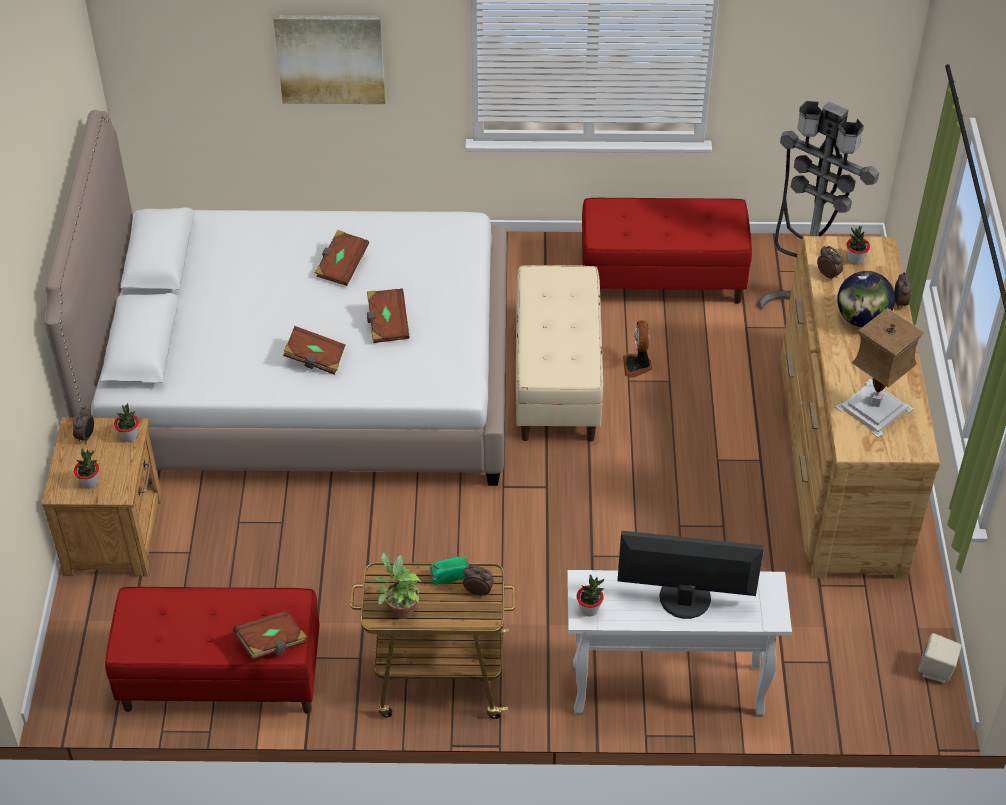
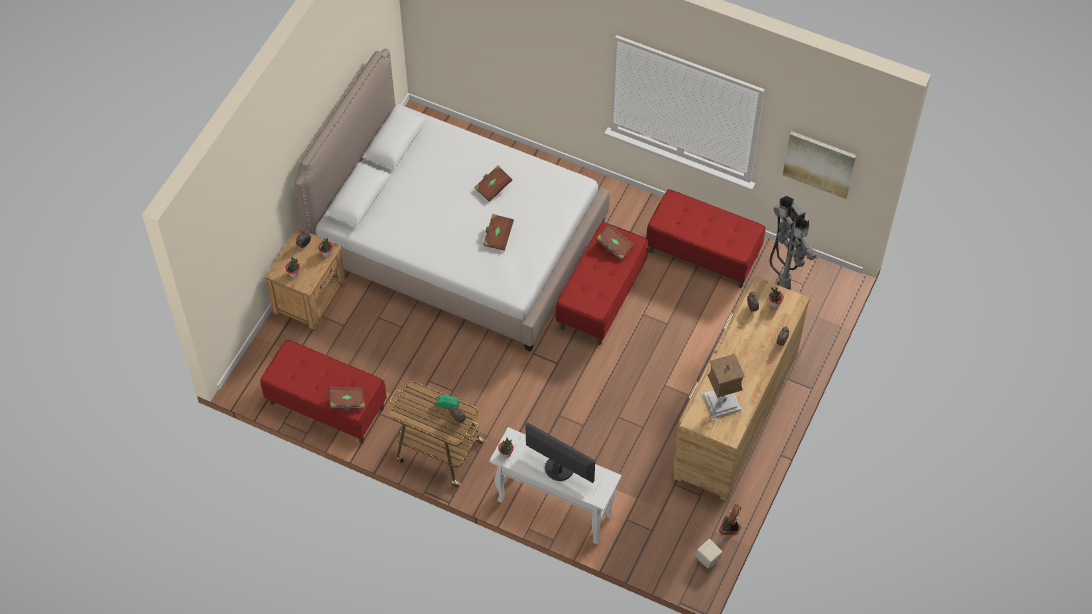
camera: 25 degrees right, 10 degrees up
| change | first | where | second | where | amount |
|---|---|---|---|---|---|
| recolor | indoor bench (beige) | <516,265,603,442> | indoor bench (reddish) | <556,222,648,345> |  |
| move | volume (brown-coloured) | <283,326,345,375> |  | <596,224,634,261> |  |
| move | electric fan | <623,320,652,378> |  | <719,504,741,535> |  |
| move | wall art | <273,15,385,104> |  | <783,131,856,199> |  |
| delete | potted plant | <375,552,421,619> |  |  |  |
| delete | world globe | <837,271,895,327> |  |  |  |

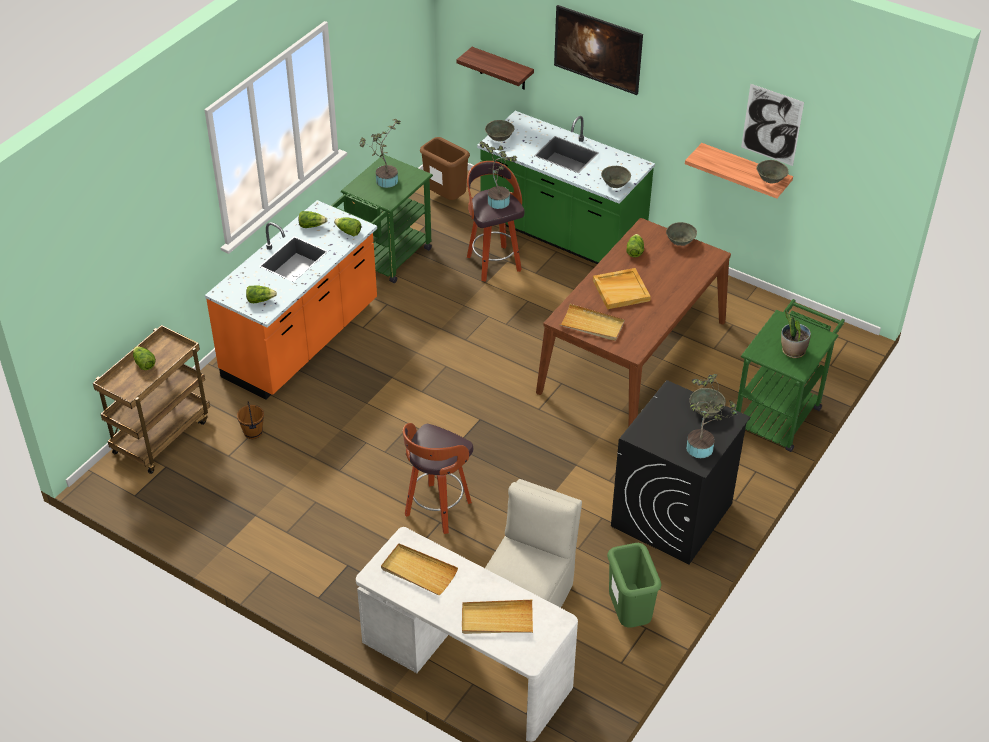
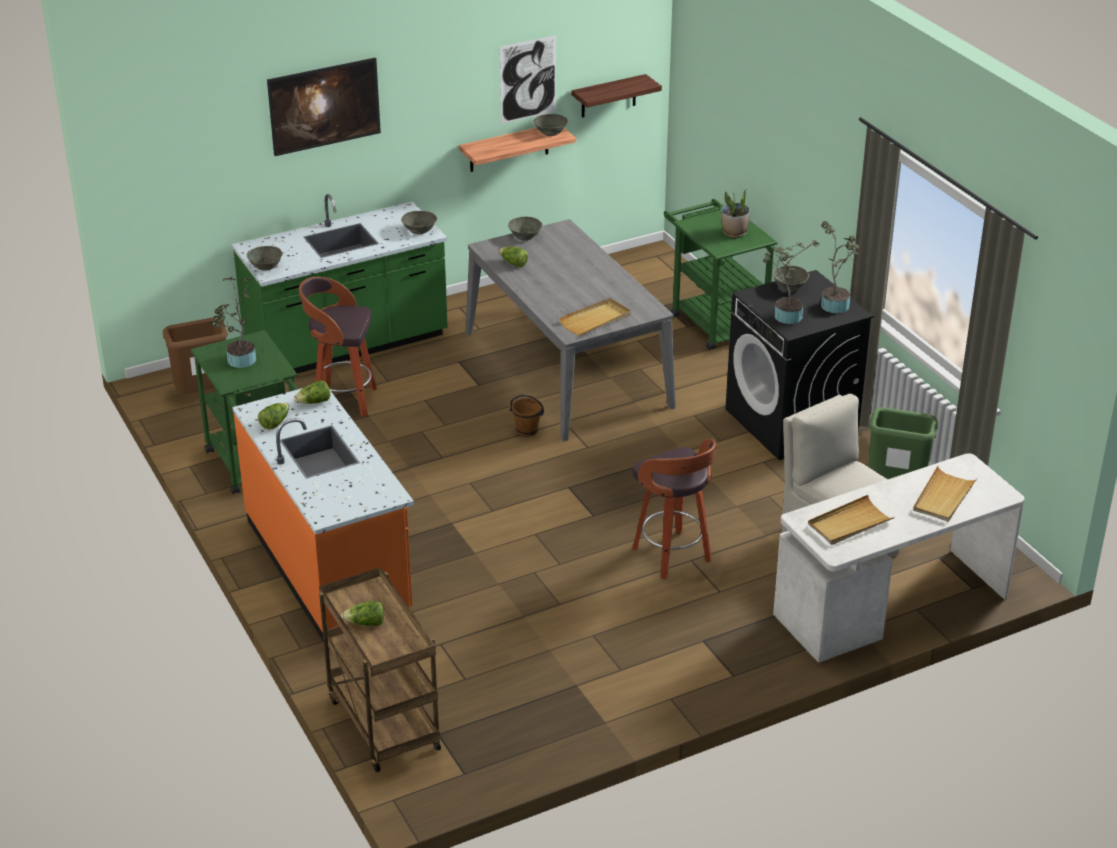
camera: 60 degrees left, 10 degrees down
| change | first | where | second | where | amount |
|---|---|---|---|---|---|
| recolor | dining table (brown-coloured) | <536,218,731,426> | dining table (grey) | <465,219,676,441> |  |
| move | water bucket (brown-coloured) | <237,401,264,439> |  | <510,395,544,437> |  |
| move | bracket shelf | <456,47,534,89> |  | <571,74,662,118> |  |
| move | potted plant | <480,141,518,209> |  | <763,240,820,324> |  |
| delete | lettuce head | <246,285,277,303> |  |  |  |
| delete | serving tray (beige) | <593,268,651,309> |  |  |  |

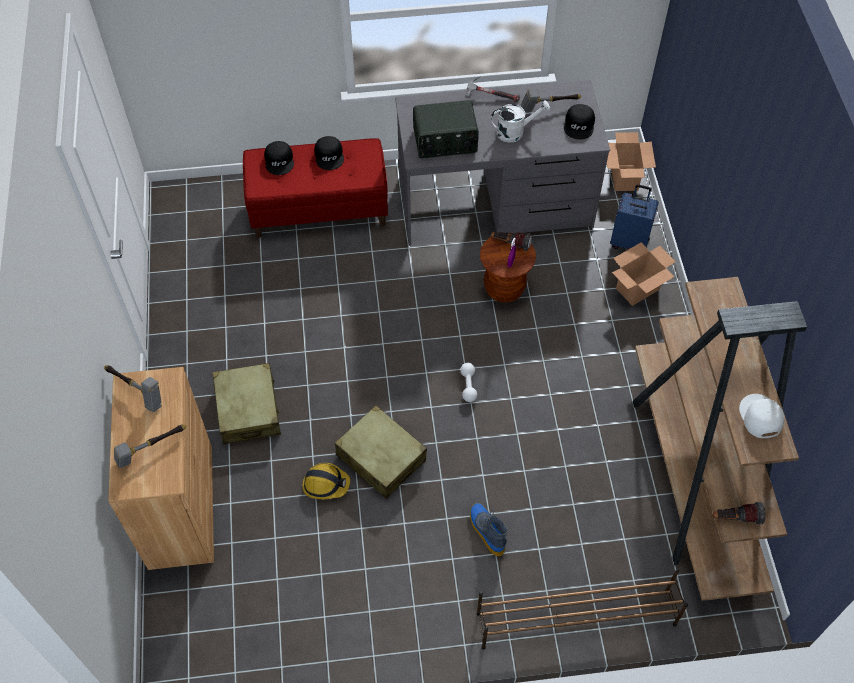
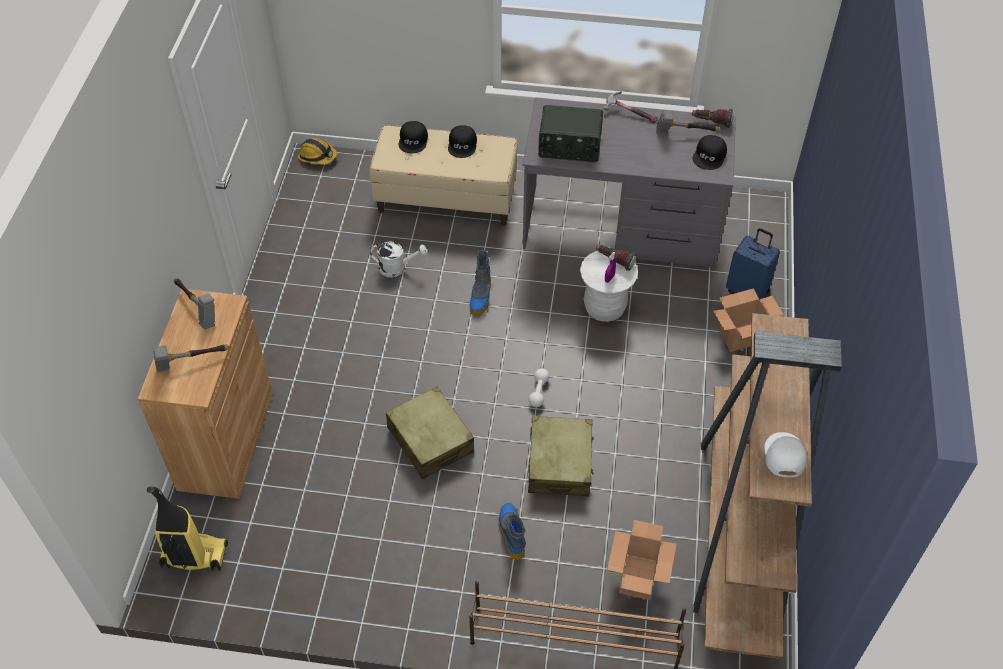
camera: 15 degrees right, 5 degrees down
| change | first | where | second | where | amount |
|---|---|---|---|---|---|
| insert |  |  | hoover | <147,487,228,571> |  |
| move | hard hat | <302,463,350,500> |  | <298,138,337,164> |  |
| recolor | indoor bench (reddish) | <243,138,388,238> | indoor bench (beige) | <369,125,518,226> |  |
| move | watering can (whitish) | <491,100,550,143> |  | <370,241,427,277> |  |
| insert |  |  | high-top boot | <470,250,491,315> |  |
| move | suitcase (beige) | <212,363,281,444> |  | <528,416,594,497> |  |
| recolor | sitting stool (brown-coloured) | <480,233,536,303> | sitting stool (whitish) | <580,251,638,322> |  |
| move | cardboard box | <607,132,656,191> |  | <607,520,676,600> |  |
| move | torch | <713,502,765,525> |  | <692,109,733,128> |  |

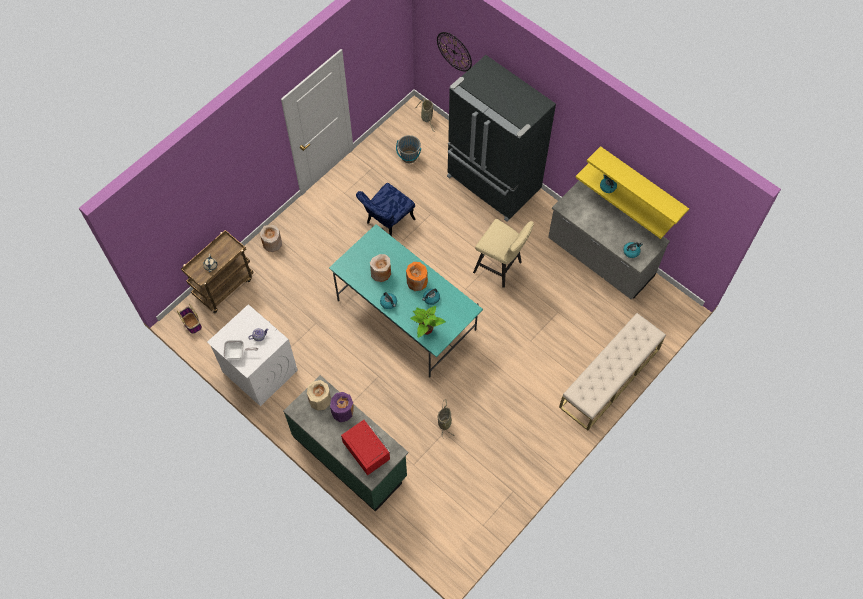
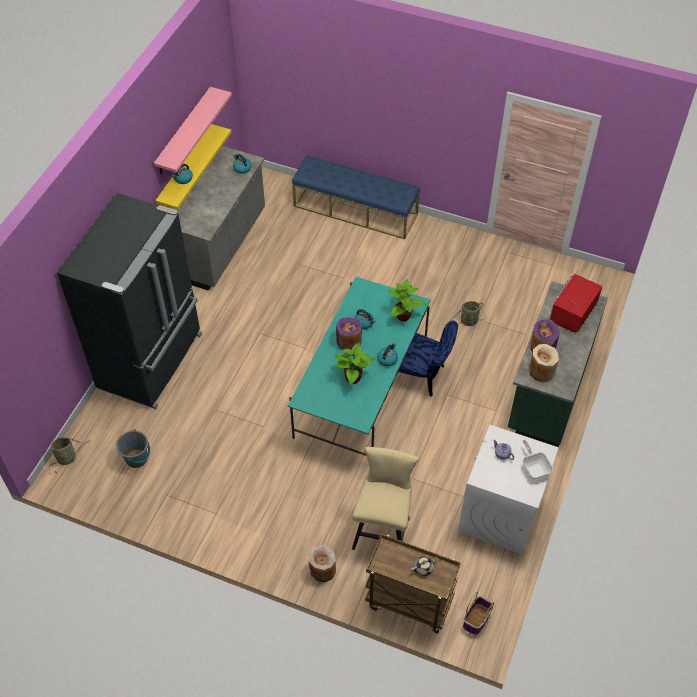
camera: 110 degrees left, 10 degrees down
| change | first | where | second | where | amount |
|---|---|---|---|---|---|
| recolor | bracket shelf (yellow-coloured) | <587,146,689,224> | bracket shelf (pink-coloured) | <154,87,232,174> |  |
| recolor | indoor bench (beige) | <559,313,666,431> | indoor bench (bluish) | <292,155,420,239> |  |
| replace | decorative vase (beige) | <370,254,391,282> | potted plant | <334,343,375,385> |  |
| recolor | decorative vase (orangey) | <406,262,428,291> | decorative vase (purple) | <336,317,362,350> |  |
| move | sitting stool (beige) | <473,219,534,288> |  | <352,447,419,550> |  |
| move | chair (bluish) | <356,183,416,236> |  | <398,321,458,396> |  |
| delete | wall clock | <437,32,472,71> |  |  |  |

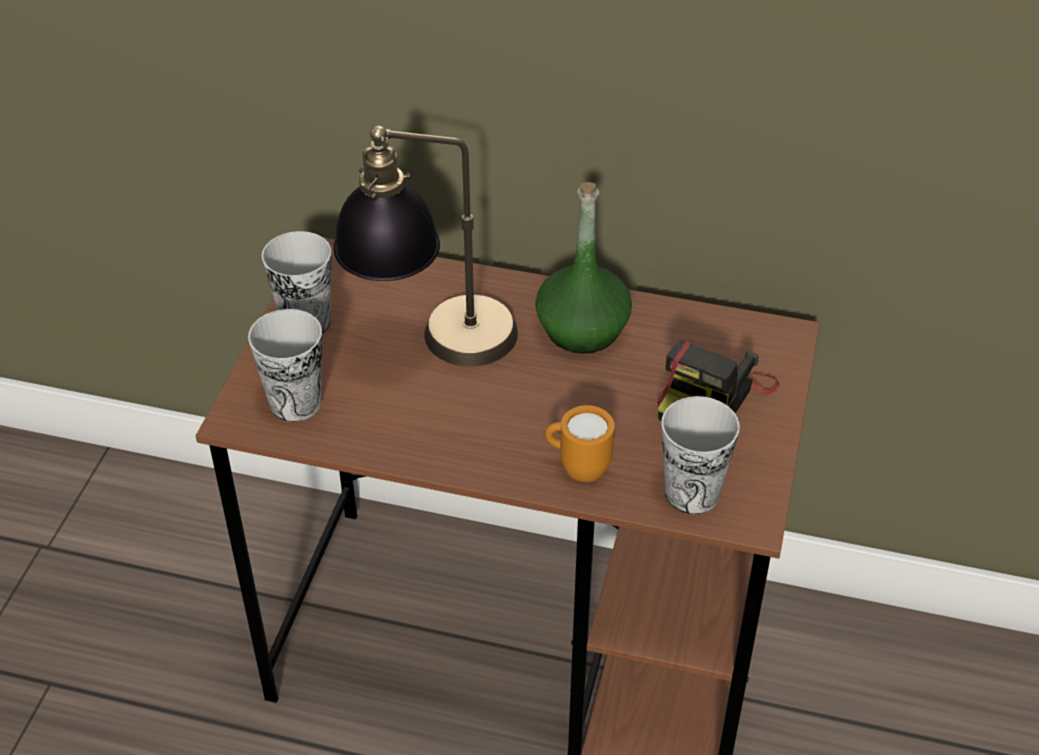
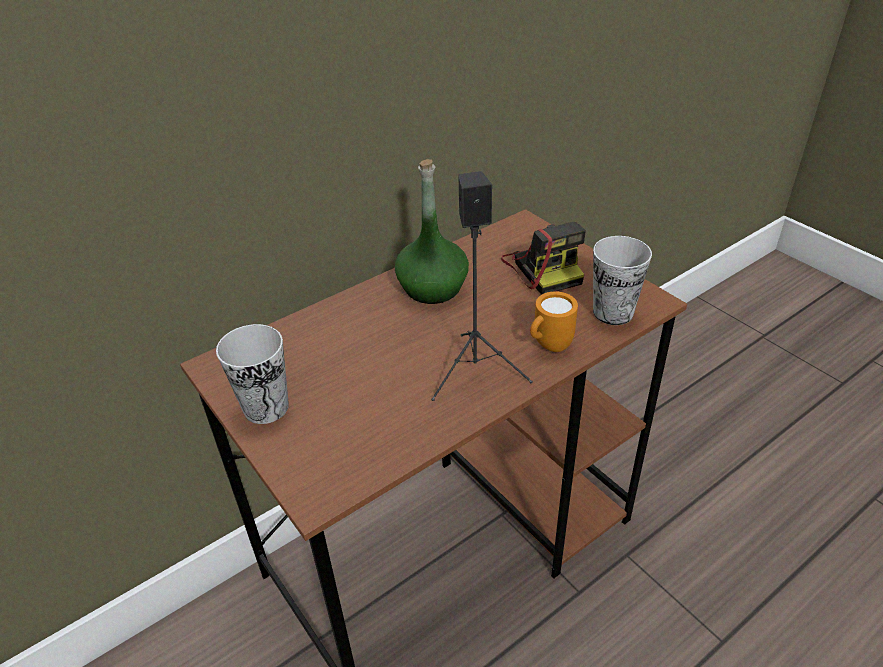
camera: 50 degrees left, 5 degrees down
| change | first | where | second | where | amount |
|---|---|---|---|---|---|
| insert |  |  | loudspeaker (black) | <431,171,533,401> |  |
| delete | small cup | <248,309,322,422> |  |  |  |
| delete | table lamp | <333,126,518,366> |  |  |  |

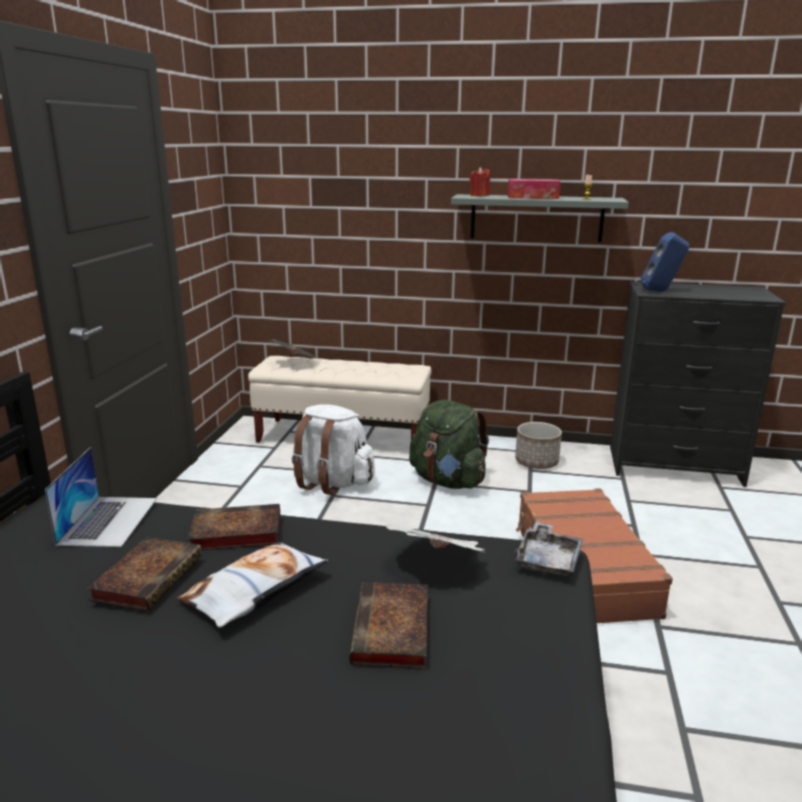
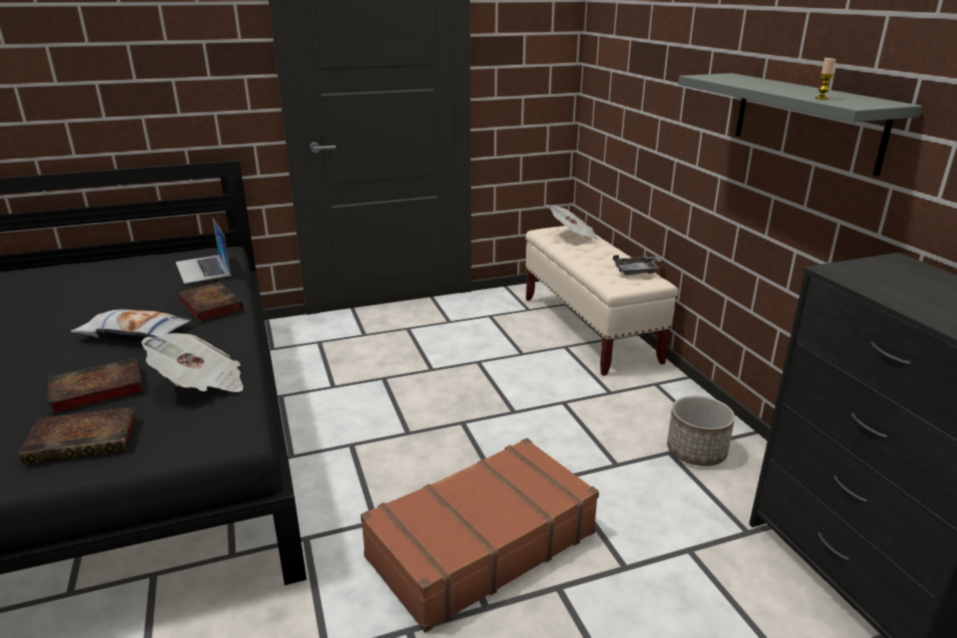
camera: 60 degrees right, 5 degrees up
| change | first | where | second | where | amount |
|---|---|---|---|---|---|
| move | volume | <87,537,202,611> |  | <19,406,138,465> |  |
| rotate | portable computer | <45,447,157,547> |  | <176,219,231,284> | 90 degrees clockwise |
| move | serving tray (grey) | <514,522,583,576> |  | <613,255,661,275> |  |
| delete | rucksack (whitish) | <292,404,375,495> |  |  |  |
| delete | rucksack (green-coloured) | <409,400,489,489> |  |  |  |
| delete | wax light (reddish) | <470,167,490,196> |  |  |  |
| delete | tissue holder | <508,179,561,199> |  |  |  |
| delete | loudspeaker (bluish) | <641,232,689,291> |  |  |  |

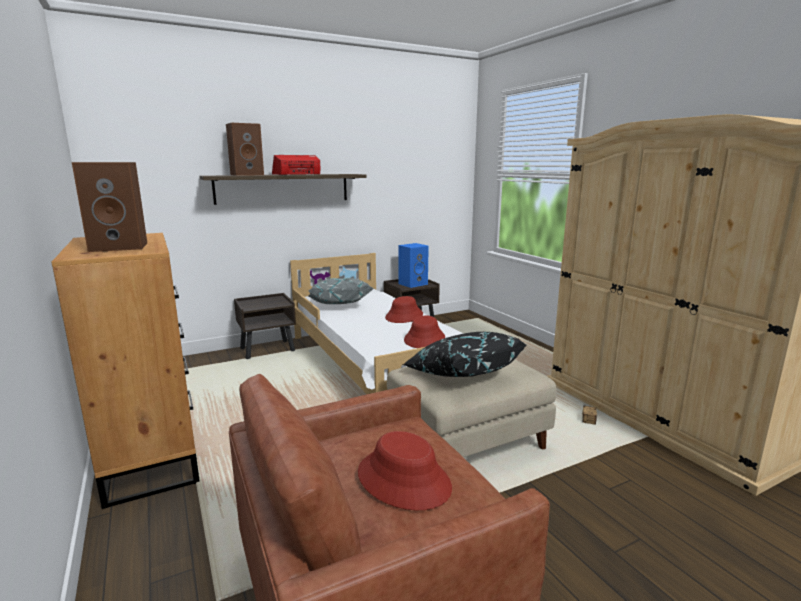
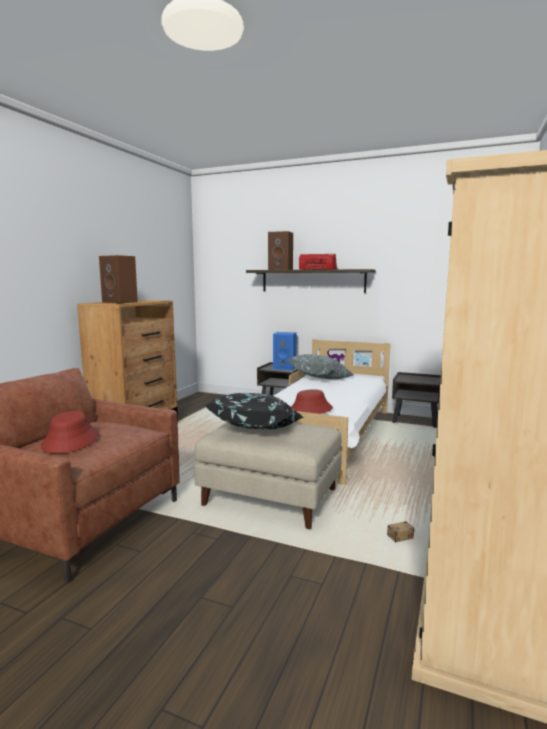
camera: 50 degrees right, 5 degrees down
| change | first | where | second | where | amount |
|---|---|---|---|---|---|
| move | loudspeaker (bluish) | <398,243,429,288> |  | <273,332,296,370> |  |
| delete | wearable hat (reddish) | <385,296,423,323> |  |  |  |

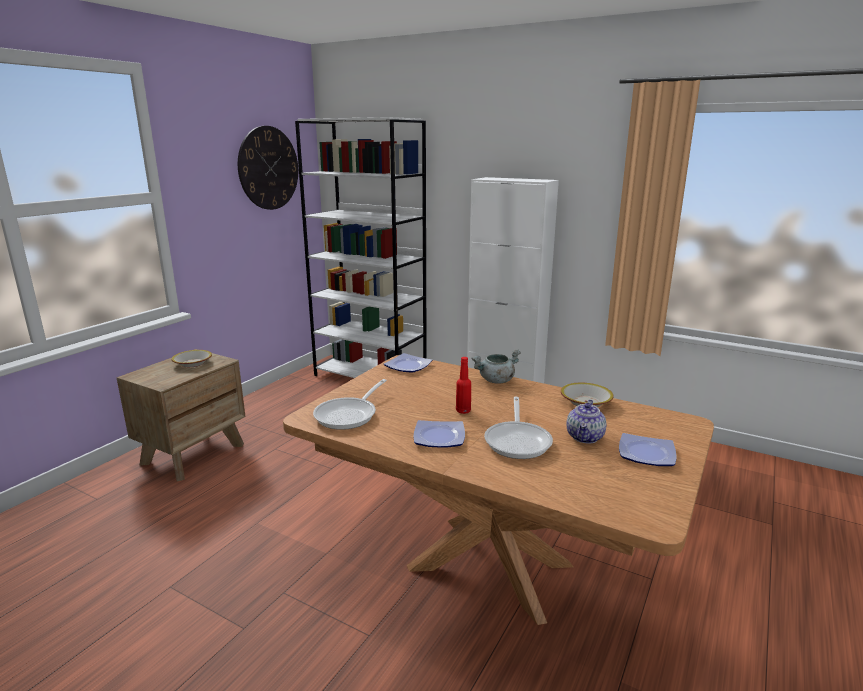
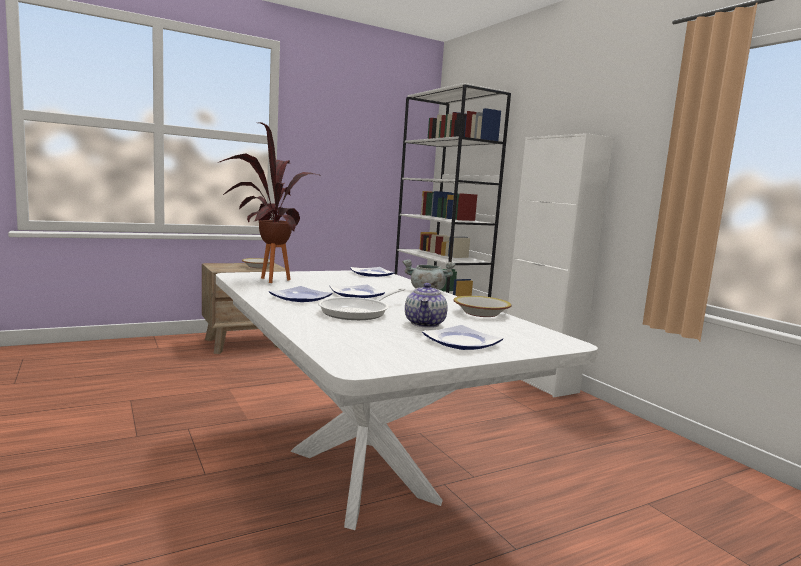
camera: 30 degrees right, 10 degrees down
| change | first | where | second | where | amount |
|---|---|---|---|---|---|
| recolor | dining table (brown-coloured) | <283,355,714,625> | dining table (whitish) | <216,270,598,530> |  |
| replace | skillet | <313,379,387,430> | potted plant | <218,122,319,283> |  |
| replace | bottle (reddish) | <456,357,471,414> | dinner plate | <330,284,385,298> |  |
| rotate | teapot | <566,400,606,443> |  | <405,283,448,328> | 45 degrees counterclockwise |
| delete | wall clock | <238,126,298,210> |  |  |  |

